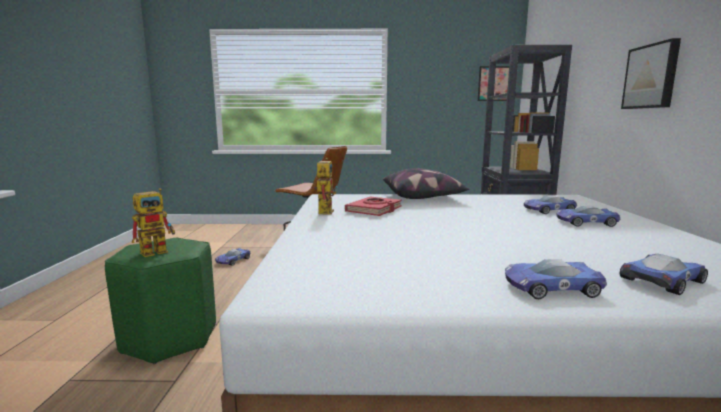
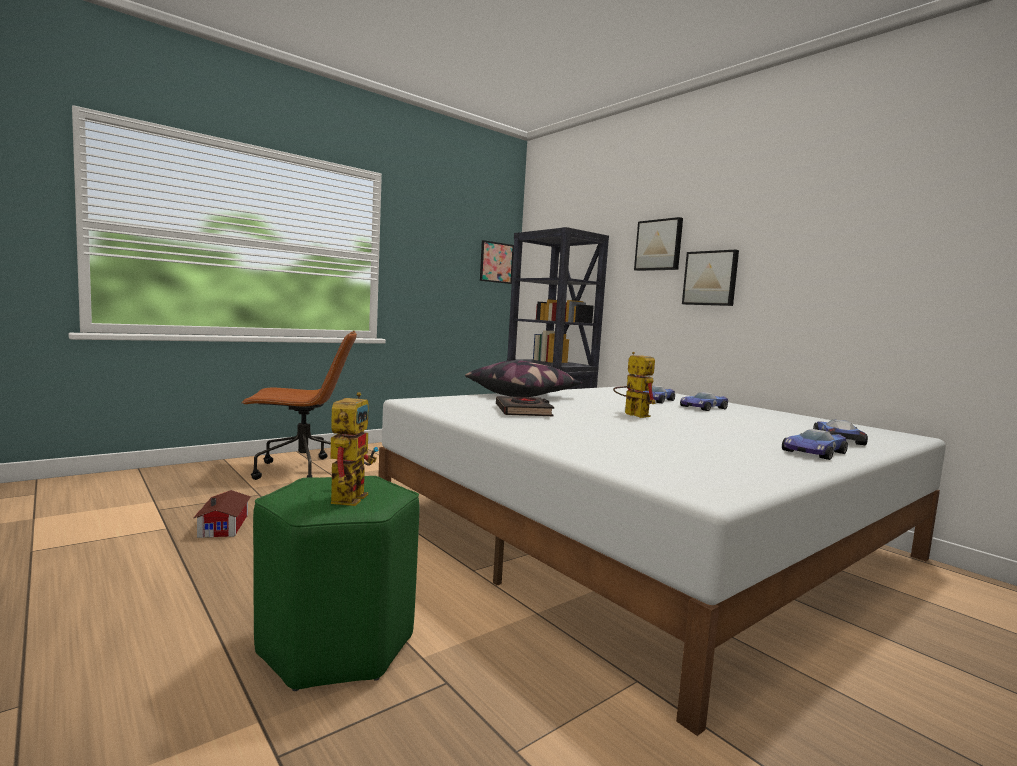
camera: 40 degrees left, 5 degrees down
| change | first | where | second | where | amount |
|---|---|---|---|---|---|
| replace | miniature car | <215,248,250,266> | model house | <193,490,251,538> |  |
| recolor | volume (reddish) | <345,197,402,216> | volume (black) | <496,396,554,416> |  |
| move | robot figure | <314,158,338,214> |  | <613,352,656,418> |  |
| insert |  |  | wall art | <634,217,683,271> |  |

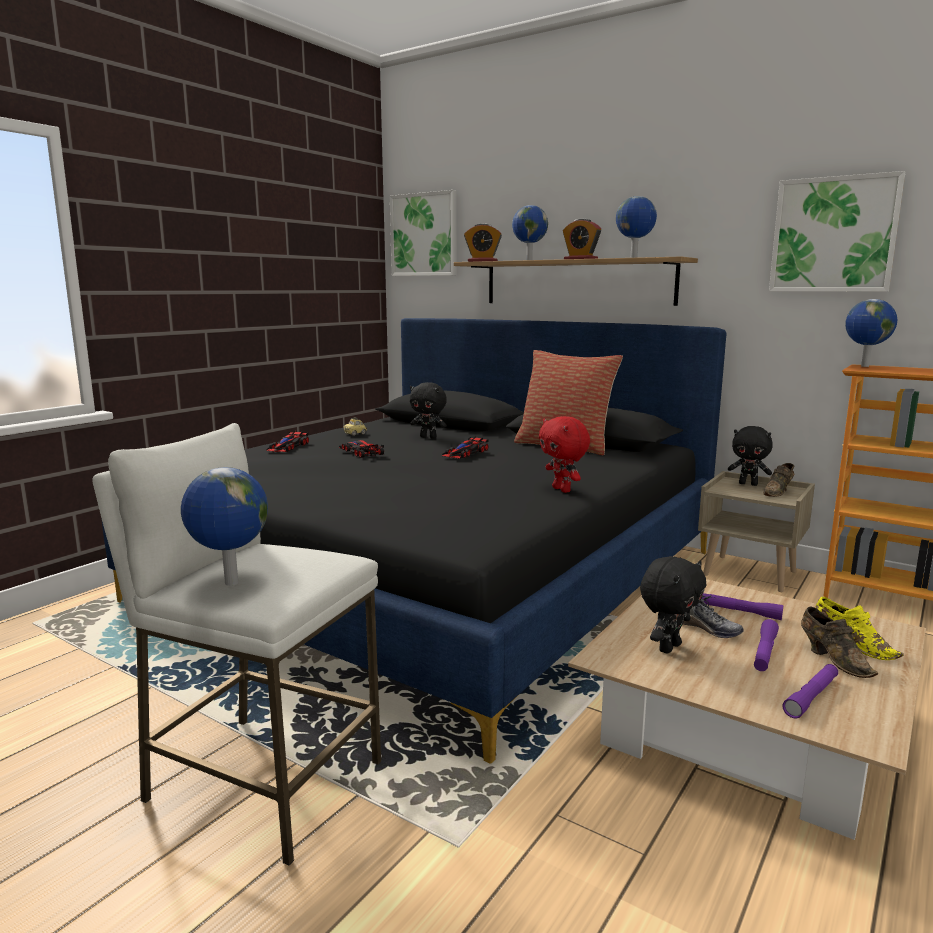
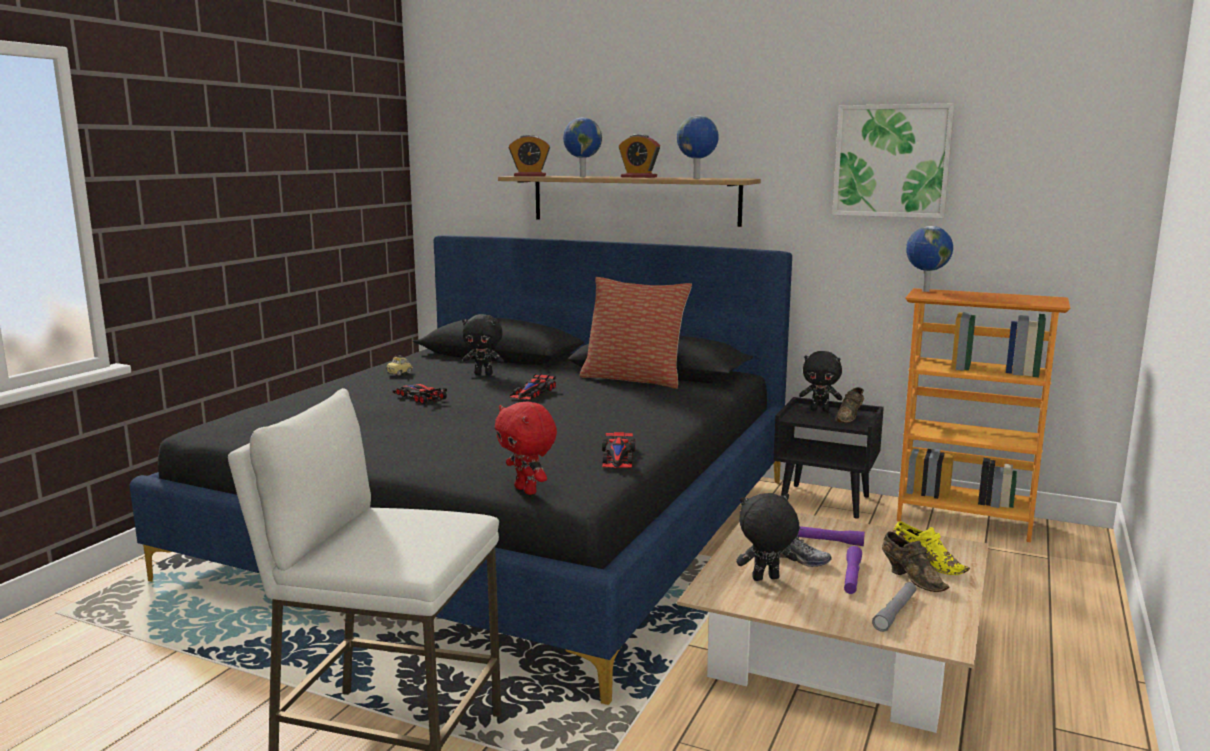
camera: 10 degrees left, 0 degrees up
| change | first | where | second | where | amount |
|---|---|---|---|---|---|
| move | plush toy (reddish) | <539,416,590,493> |  | <495,402,557,495> |  |
| move | miniature car | <266,431,309,452> |  | <602,432,635,468> |  |
| rotate | plush toy (black) | <640,556,707,653> |  | <736,493,799,581> | 135 degrees counterclockwise |
| recolor | nightstand (beige) | <698,471,815,592> | nightstand (black) | <773,397,884,519> |  |
| recolor | torch (purple) | <782,664,838,719> | torch (grey) | <872,582,917,632> |  |
| delete | world globe | <181,467,268,586> |  |  |  |
| delete | wall art | <390,190,457,276> |  |  |  |

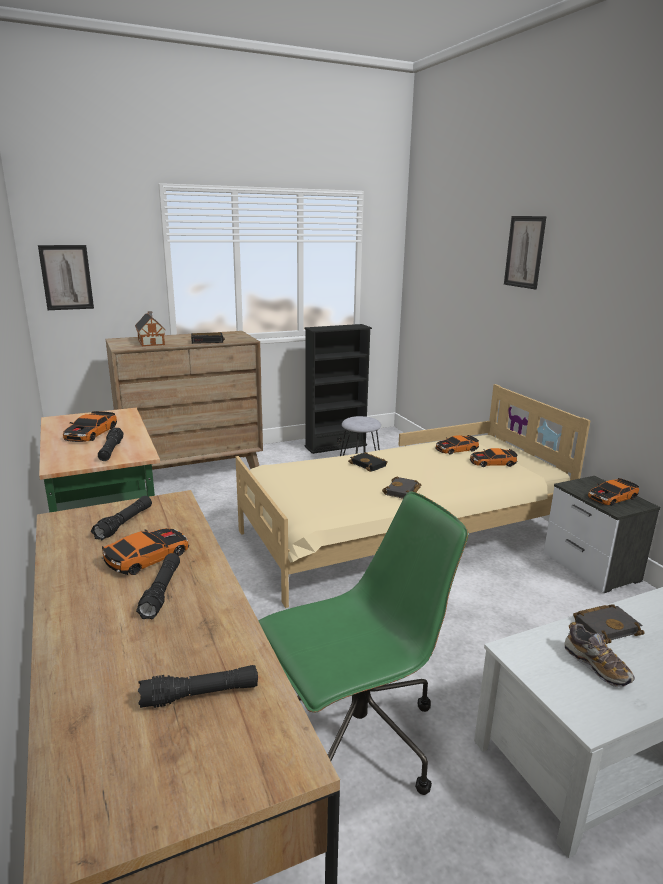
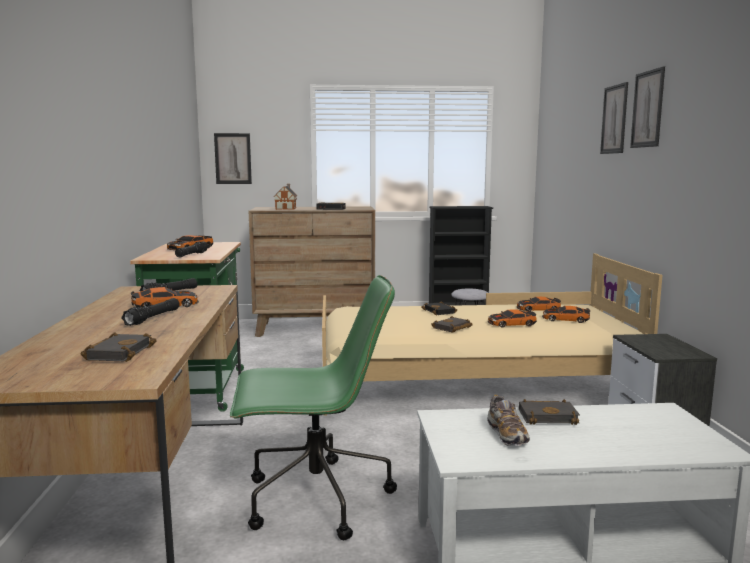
camera: 20 degrees right, 10 degrees down
| change | first | where | second | where | amount |
|---|---|---|---|---|---|
| replace | torch (black) | <138,665,258,708> | volume (black) | <81,332,157,362> |  |
| move | miniature car | <588,478,639,506> |  | <488,309,537,327> |  |
| insert |  |  | wall art | <630,66,665,148> |  |

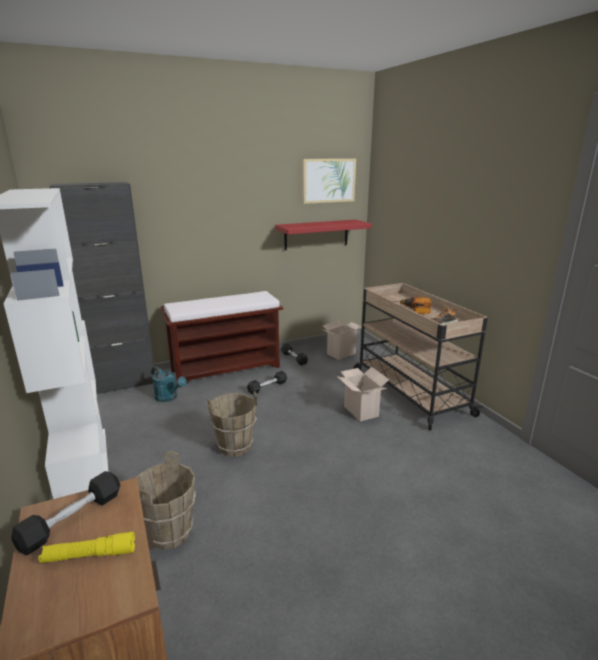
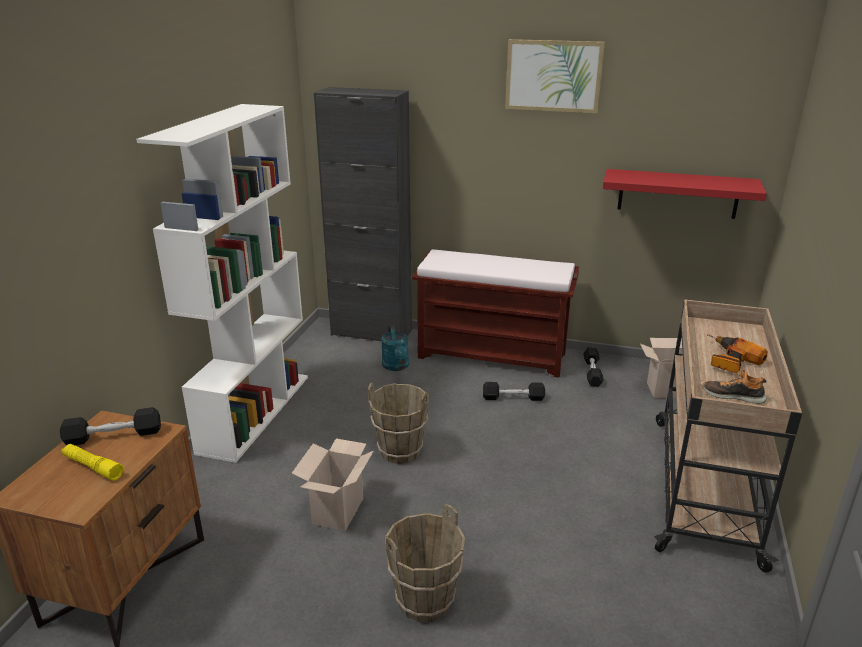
camera: 40 degrees right, 5 degrees up
| change | first | where | second | where | amount |
|---|---|---|---|---|---|
| move | cardboard box | <337,367,389,421> |  | <291,439,374,531> |  |
| move | water bucket (brown-coloured) | <137,451,196,550> |  | <385,504,465,622> |  |
| move | wall art | <302,159,356,204> |  | <505,39,605,113> |  |

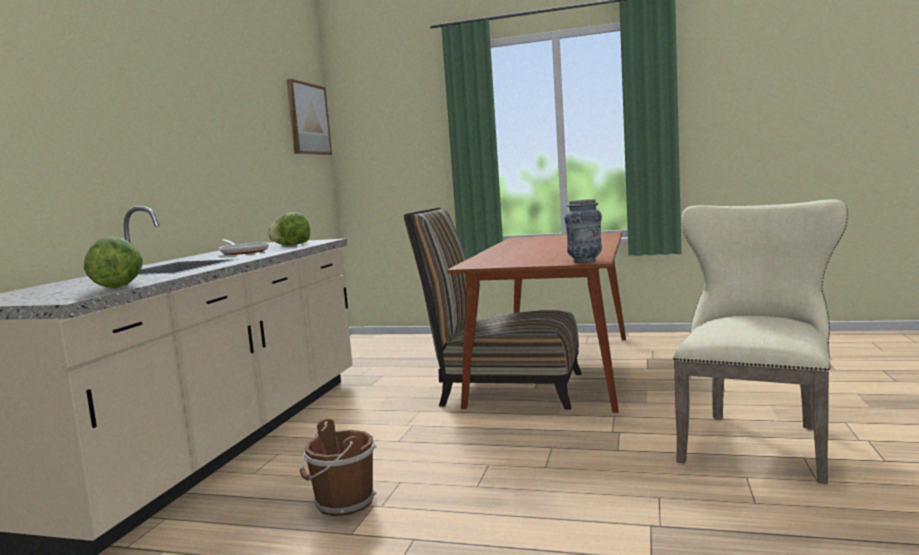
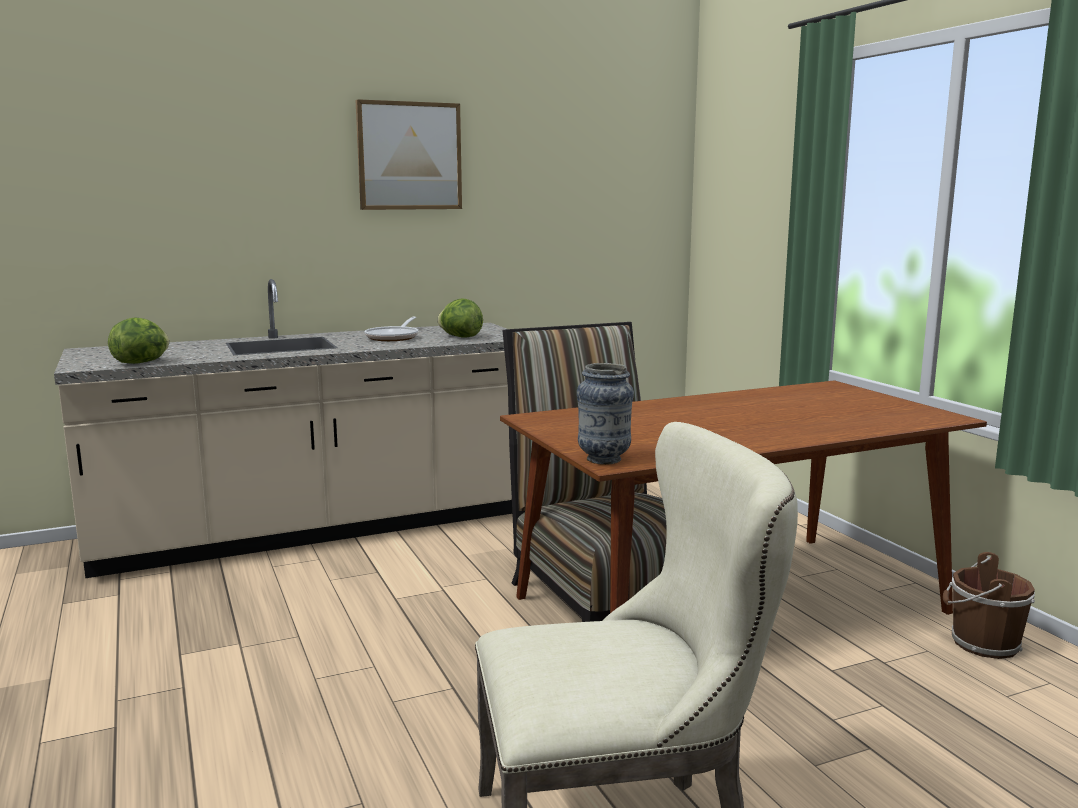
camera: 50 degrees right, 5 degrees up
| change | first | where | second | where | amount |
|---|---|---|---|---|---|
| move | wall art | <286,79,332,155> |  | <356,99,462,210> |  |
| move | water bucket (brown-coloured) | <300,419,377,516> |  | <943,552,1035,659> |  |

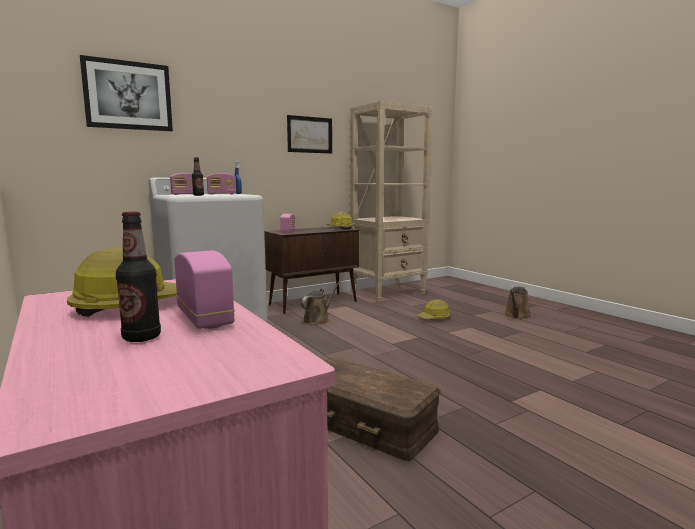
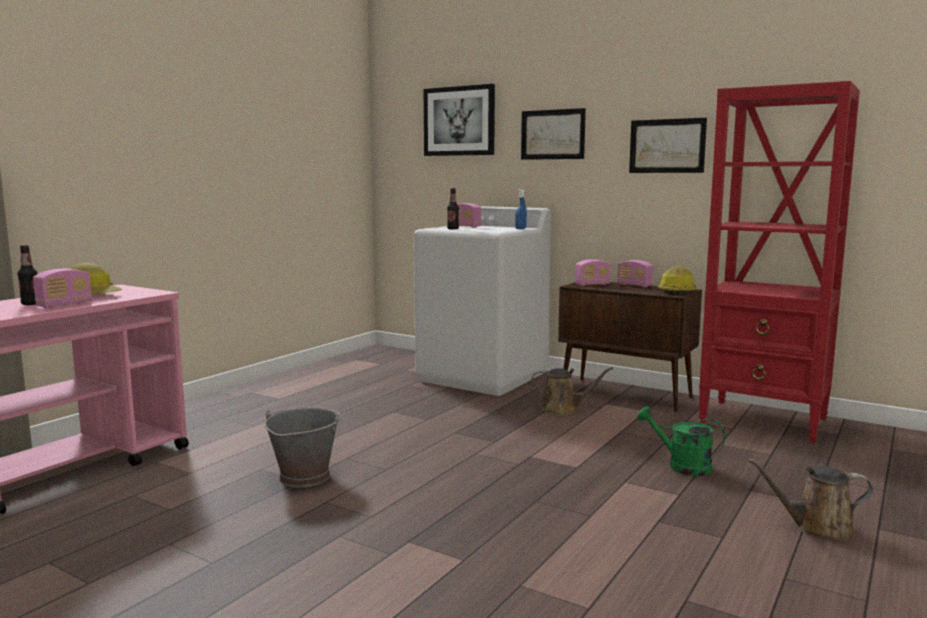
camera: 65 degrees right, 0 degrees up
| change | first | where | second | where | amount |
|---|---|---|---|---|---|
| replace | storage box (brown-coloured) | <325,358,441,461> | water bucket (grey) | <264,408,342,488> |  |
| insert |  |  | wall art | <521,108,586,160> |  |
| move | radio | <207,173,236,195> |  | <617,260,653,287> |  |
| replace | hard hat | <417,299,450,319> | watering can (green-coloured) | <637,406,726,476> |  |
| recolor | bookshelf (beige) | <350,101,433,302> | bookshelf (reddish) | <699,81,860,444> |  |

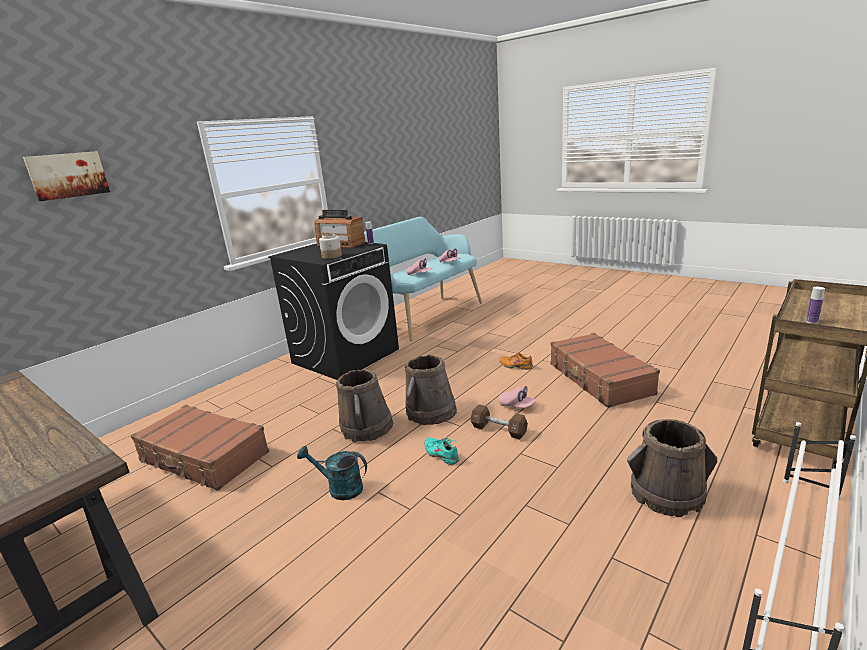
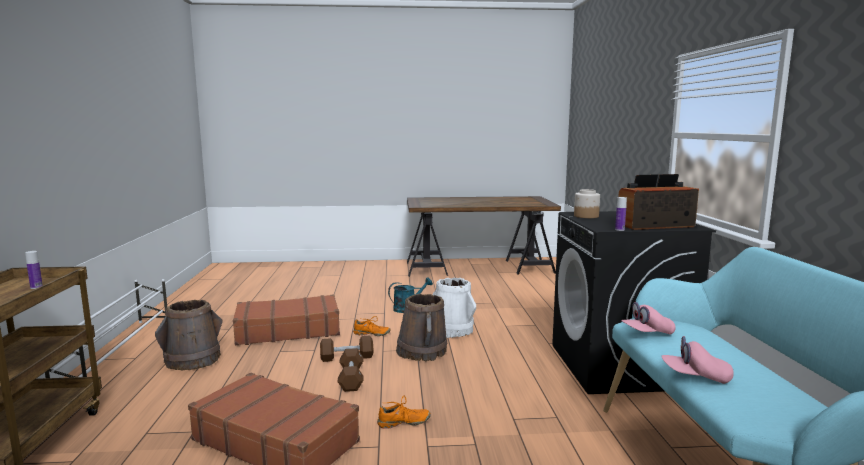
camera: 135 degrees right, 10 degrees down
| change | first | where | second | where | amount |
|---|---|---|---|---|---|
| move | suitcase (brown-coloured) | <131,405,269,491> |  | <233,294,340,345> |  |
| replace | peaked cap (pink-coloured) | <499,386,536,408> | free weight (brown-coloured) | <337,348,364,392> |  |
| recolor | shoe (turquoise) | <424,437,460,465> | shoe (orangey) | <353,316,390,336> |  |
| recolor | water bucket (brown-coloured) | <336,369,394,443> | water bucket (whitish) | <432,278,476,338> |  |
| delete | wall art | <23,151,110,201> |  |  |  |

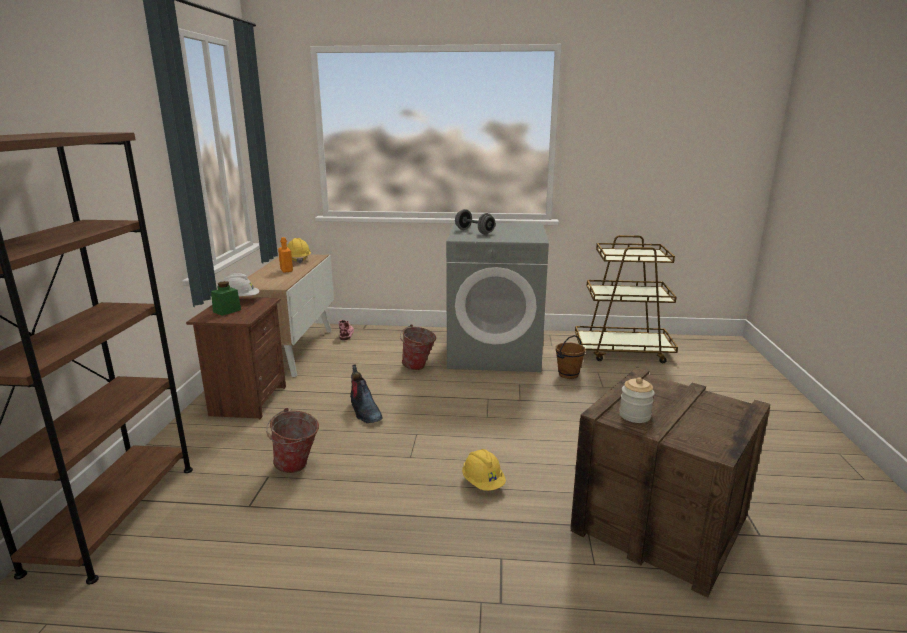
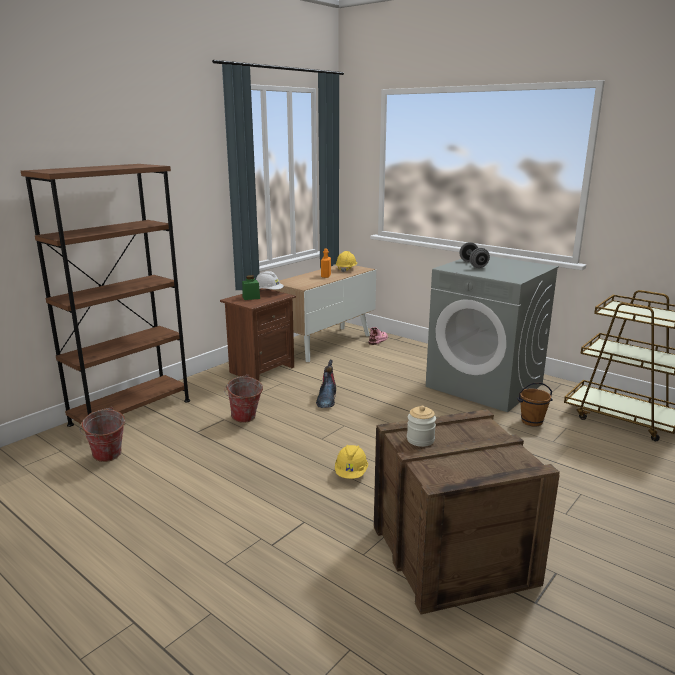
camera: 35 degrees right, 0 degrees up
| change | first | where | second | where | amount |
|---|---|---|---|---|---|
| move | water bucket | <400,324,436,370> |  | <80,407,125,462> |  |

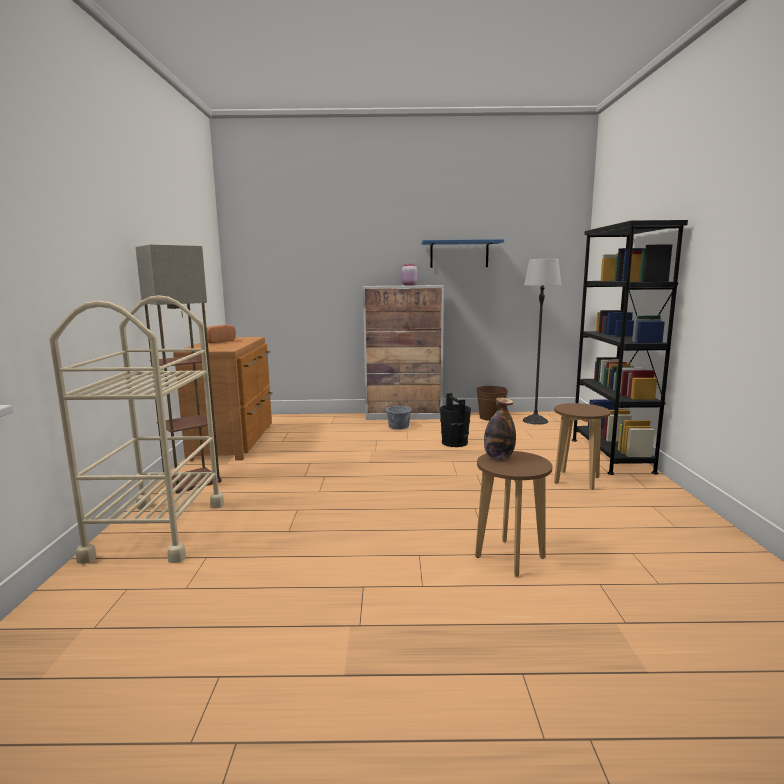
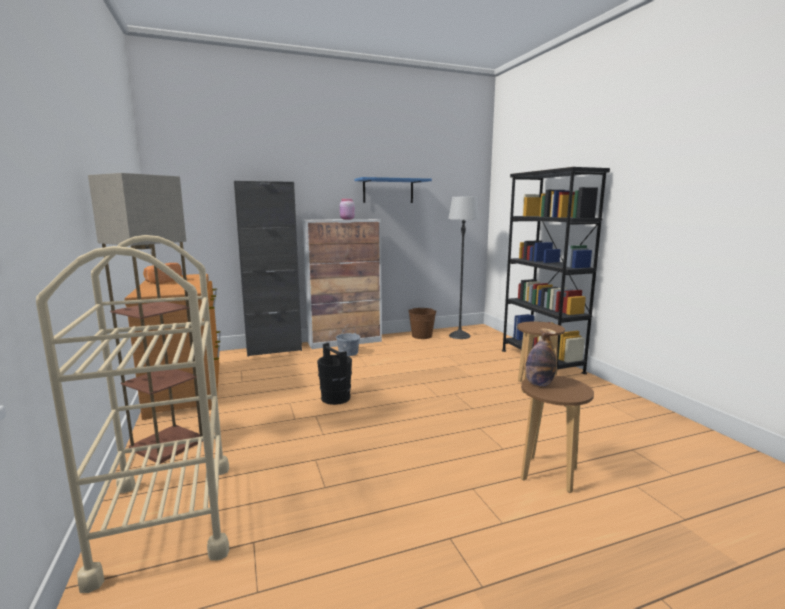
camera: 20 degrees left, 0 degrees up
| change | first | where | second | where | amount |
|---|---|---|---|---|---|
| insert |  |  | cupboard (black) | <234,181,302,357> |  |
| move | water bucket (black) | <440,393,471,447> |  | <317,343,352,405> |  |

